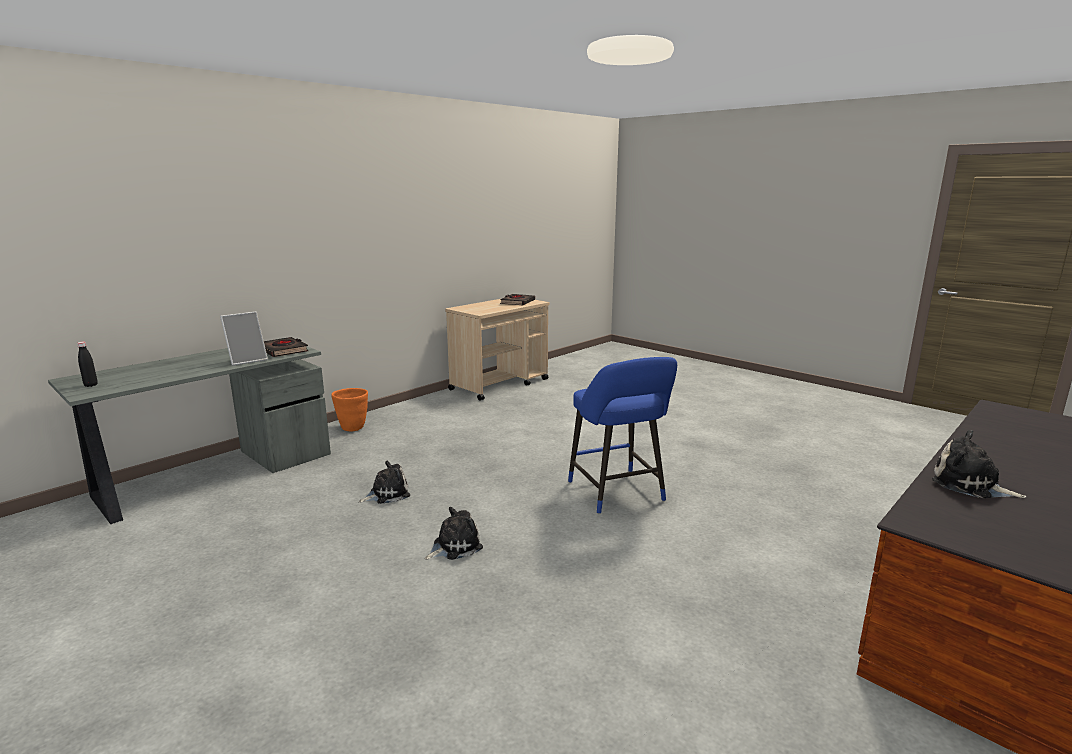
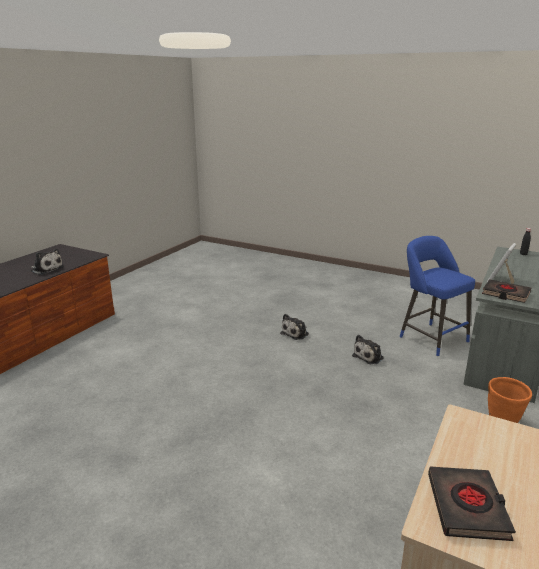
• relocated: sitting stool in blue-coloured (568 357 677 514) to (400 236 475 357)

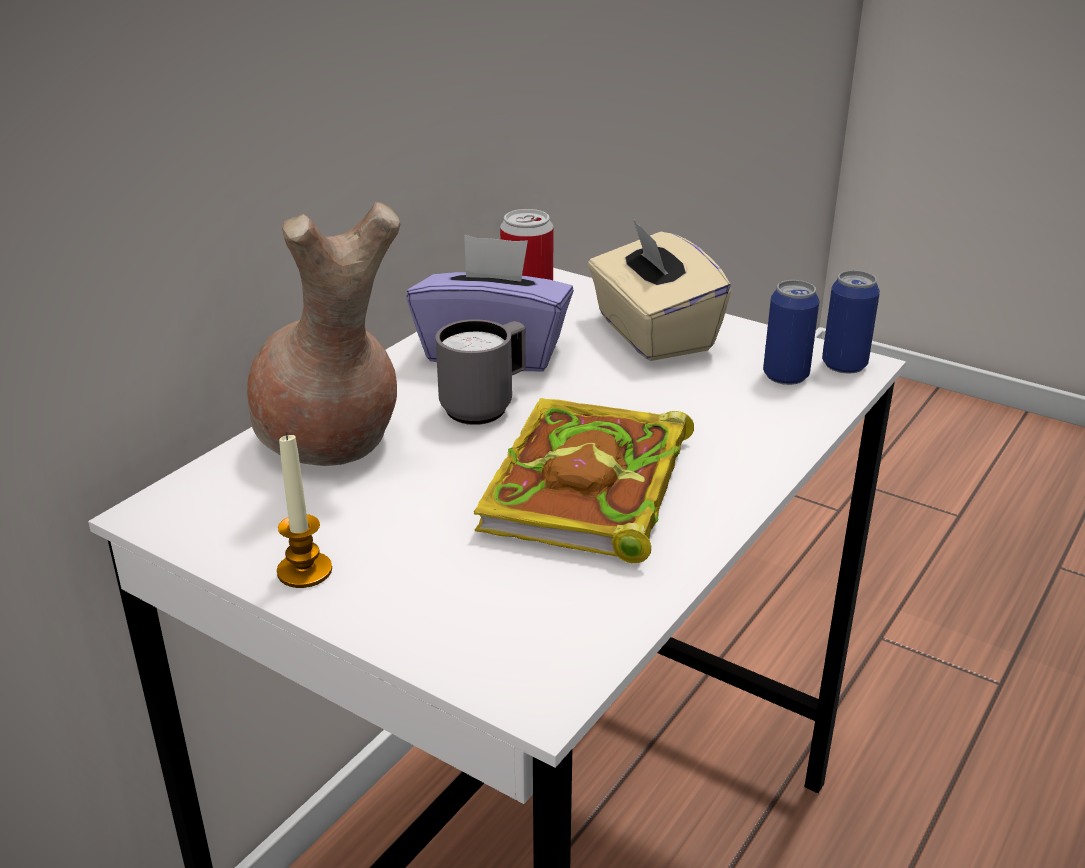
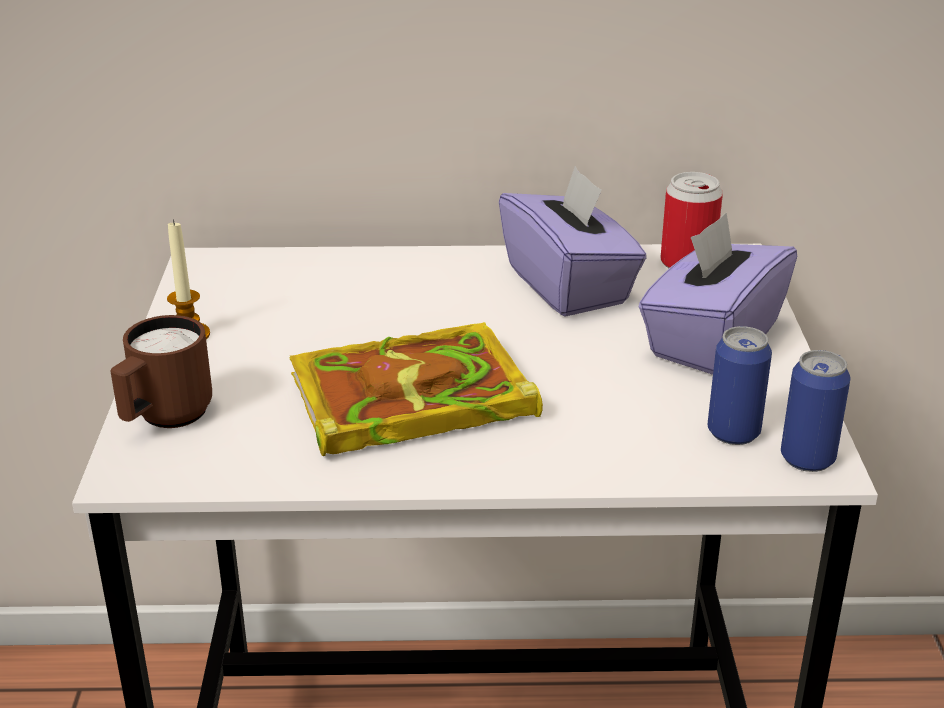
• missing: flower vase in brown (247 202 400 466)
• missing: mug in gray (436 319 526 425)
• appeared: mug in brown (110 315 212 428)
• colour: tissue holder in sand-coloured (588 219 732 361) to tissue holder in purplish (639 213 797 375)

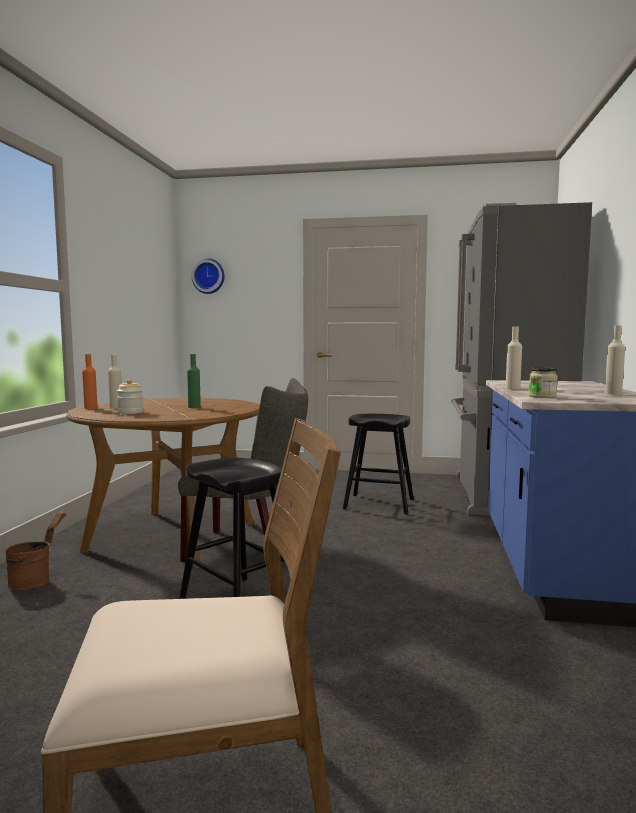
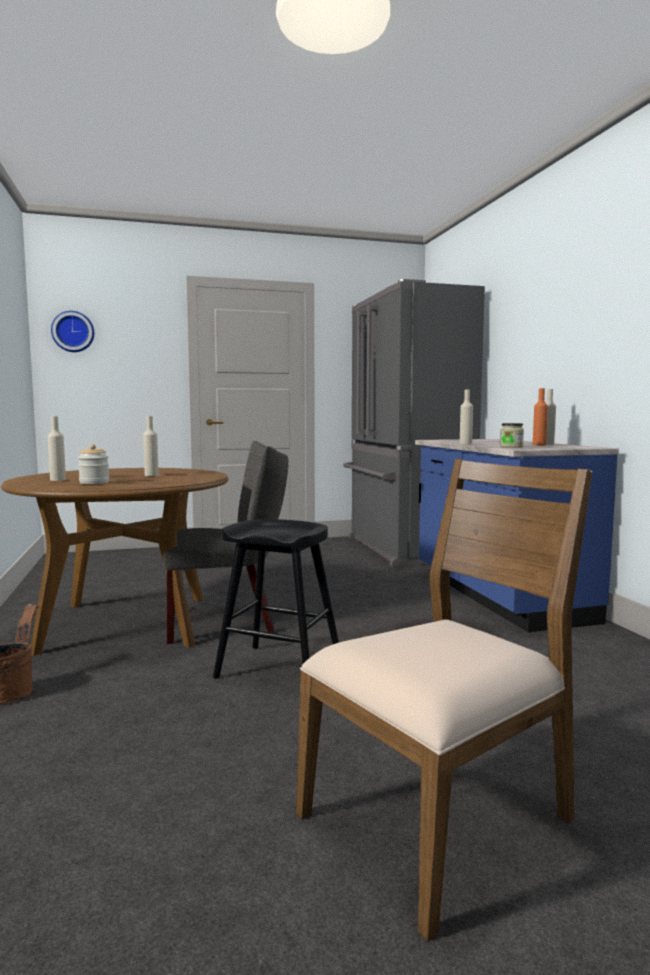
• missing: sitting stool in black (343 414 414 515)
• relocated: beverage bottle in orange-coloured (82 354 97 409) to (533 388 548 446)
• colour: beverage bottle in green (187 354 201 408) to beverage bottle in sand-coloured (143 416 159 476)

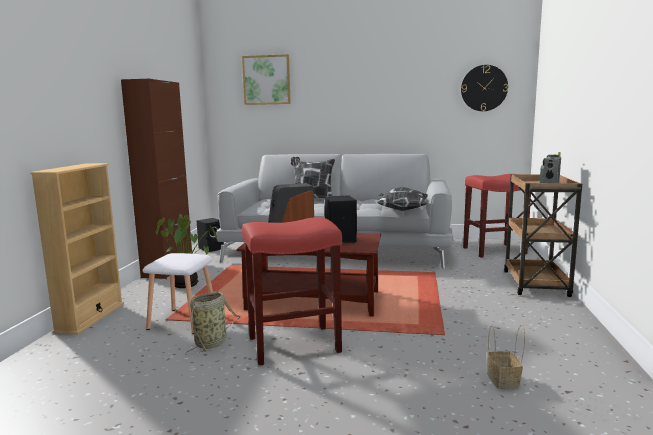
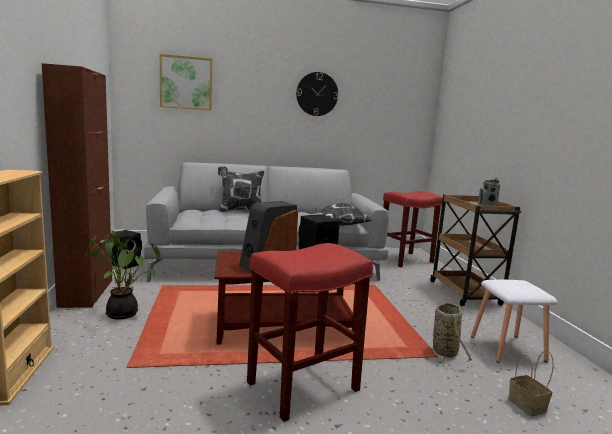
• relocated: sitting stool in white-coloured (143 253 213 334) to (471 280 558 363)
• relocated: basket (185 292 241 355) to (433 302 473 366)
• relocated: wall clock (461 65 508 111) to (296 72 338 116)

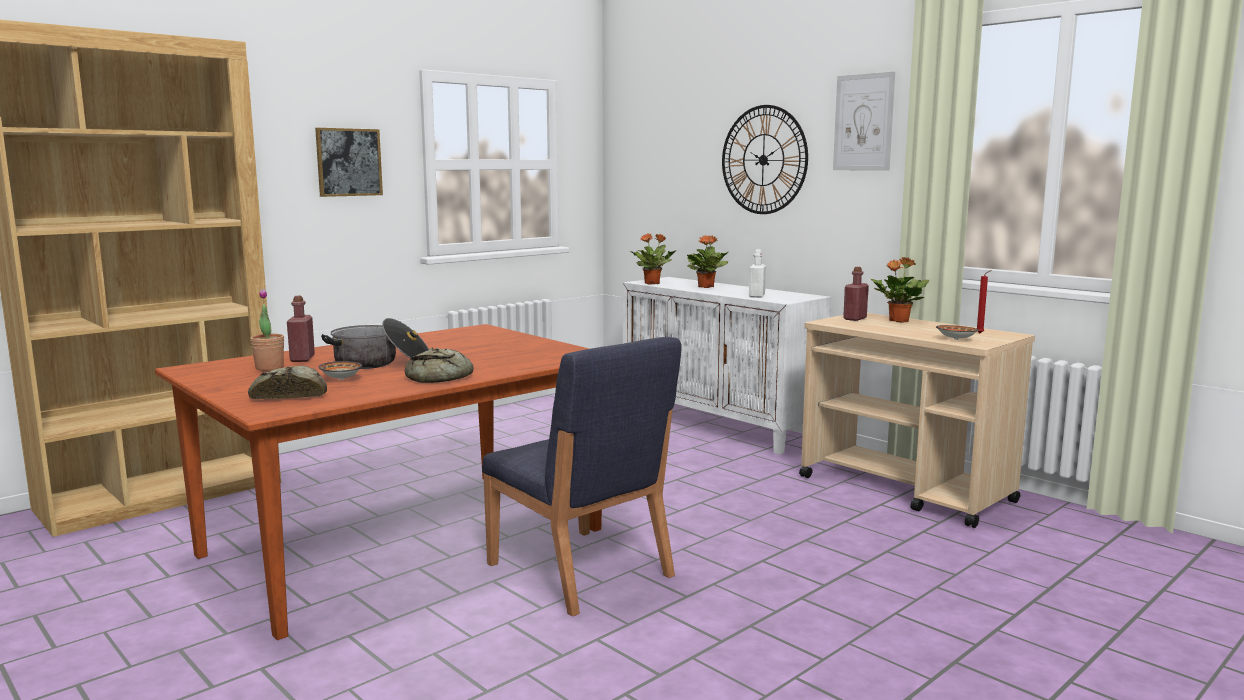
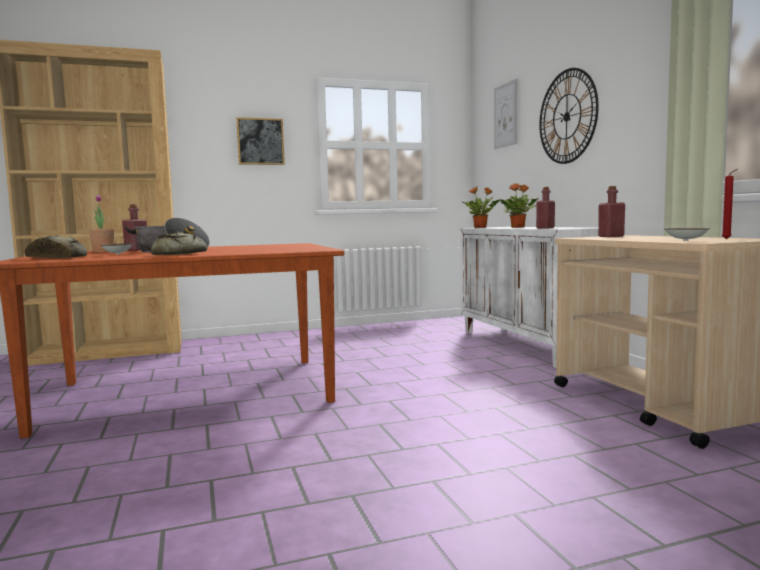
• missing: chair in blue-coloured (482 337 681 617)
• missing: houseplant (871 257 930 323)
• relocated: wall picture (833 72 895 171) to (494 79 517 149)
• colour: beverage bottle in white-coloured (749 249 766 298) to beverage bottle in red-coloured (536 187 555 229)

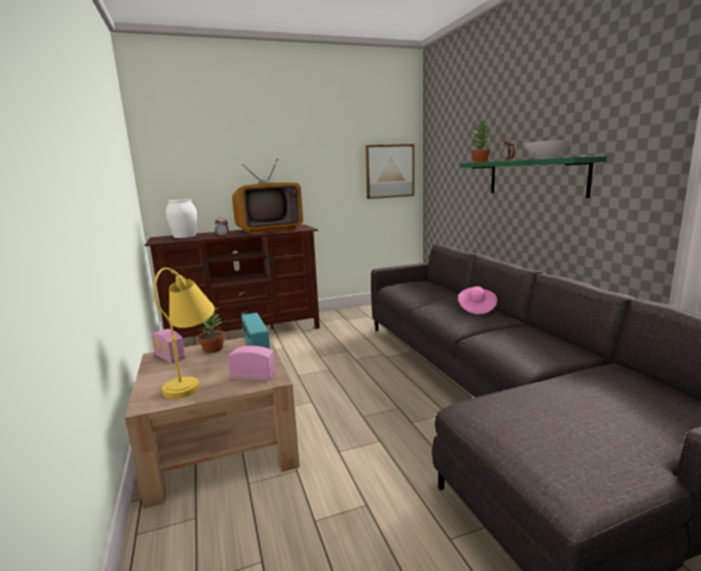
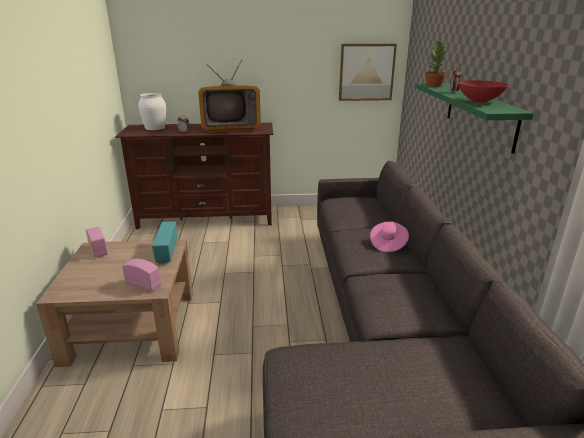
• missing: lamp for a table in yellow (154 268 214 399)
• missing: houseplant (198 301 225 353)
• colour: serving bowl in white-coloured (525 140 571 159) to serving bowl in red-coloured (458 80 508 103)

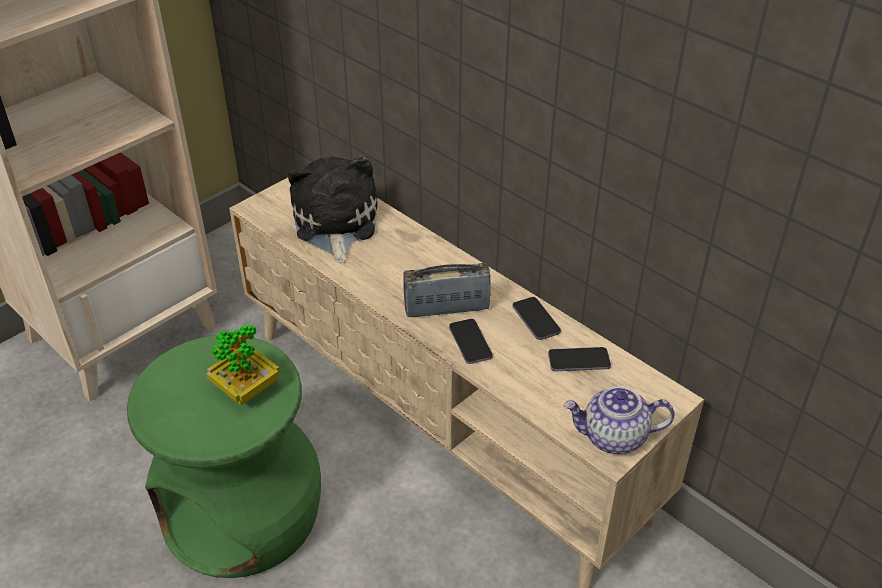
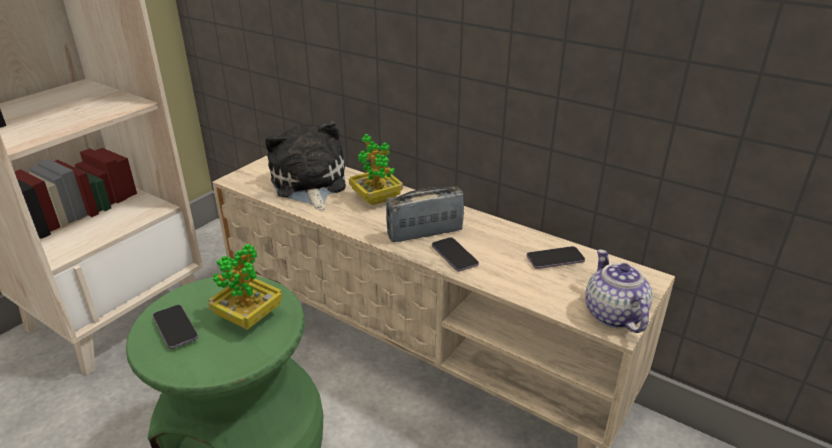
• appeared: houseplant (349 134 403 205)
• relocated: telephone (513 297 561 340) to (153 305 198 349)
• spun: pot for tea (564 386 674 454) = (585 249 653 333) 90 degrees clockwise

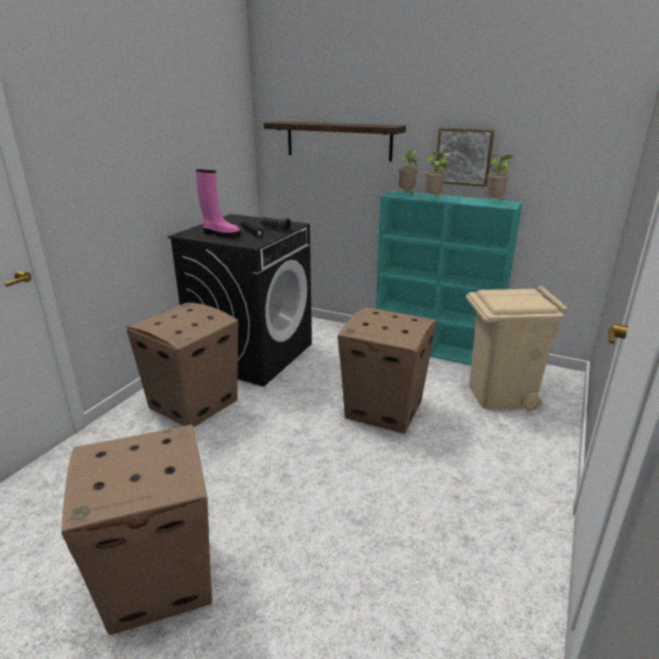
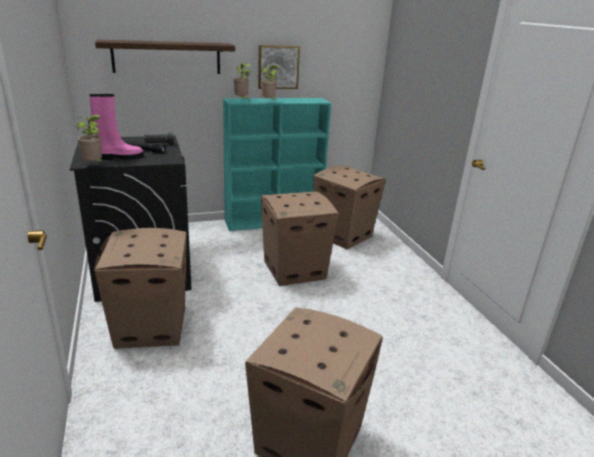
• relocated: houseplant (486 154 514 202) to (77 115 103 161)
• exchanged: trash can in sand-coloured (466 286 568 411) to carton (313 166 386 249)

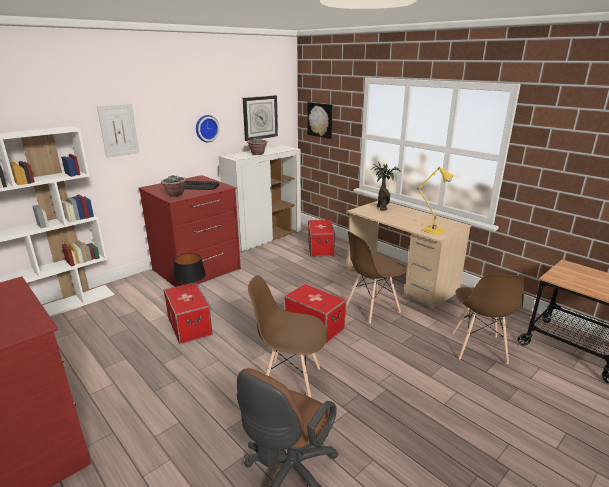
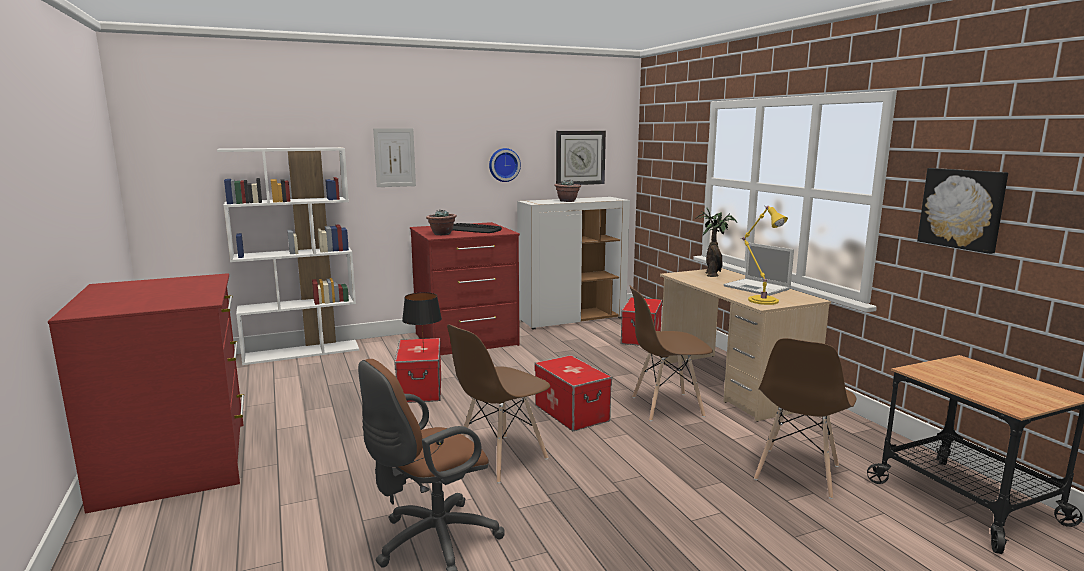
• appeared: laptop (723 242 794 296)
• relocated: wall picture (307 102 332 139) to (917 168 1008 254)
• spun: chair in brown (248 275 327 398) = (447 324 550 483) 75 degrees counterclockwise

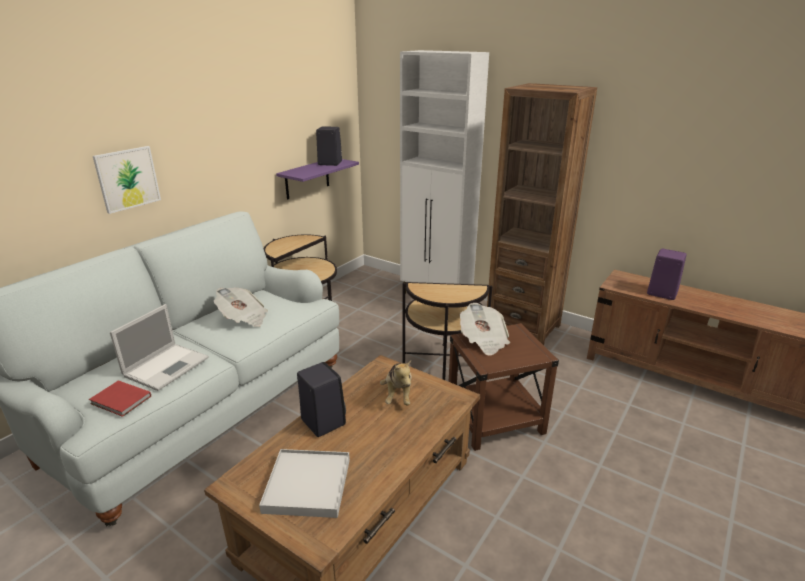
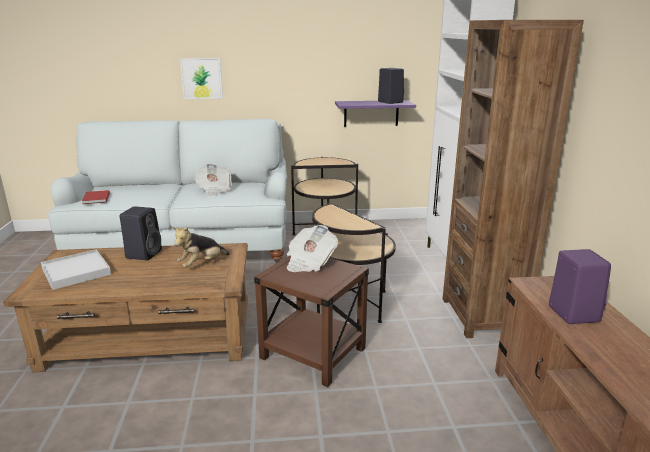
• missing: laptop (110 304 209 391)

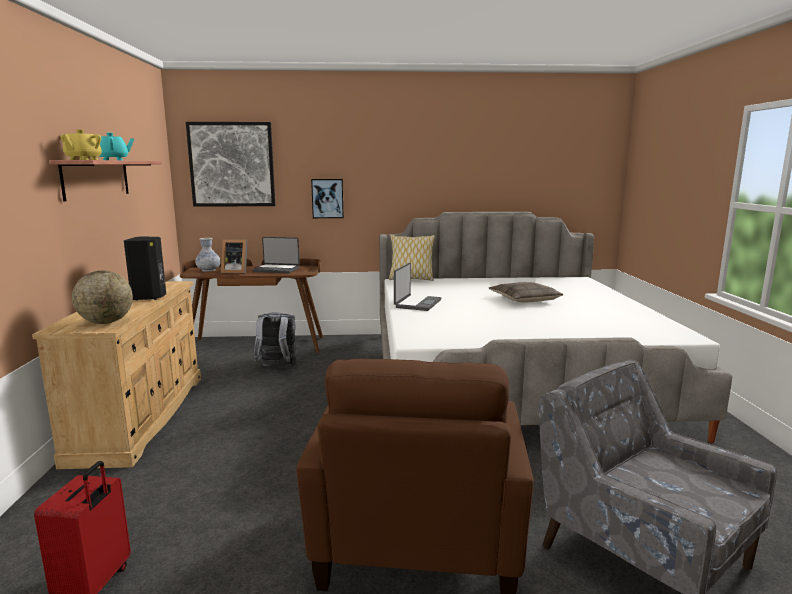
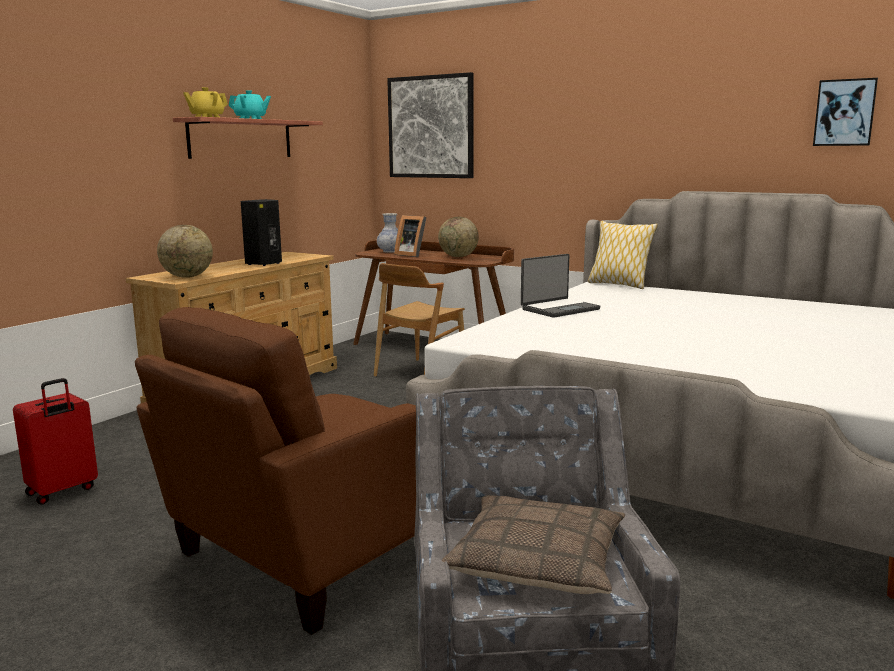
• relocated: wall picture (311 179 344 218) to (813 78 878 146)
• relocated: throw pillow (489 282 564 303) to (442 495 625 594)
• exchanged: laptop (252 237 300 273) to world globe (438 217 479 257)
• exchanged: knapsack in gray (253 312 297 368) to chair in brown (374 263 465 377)

